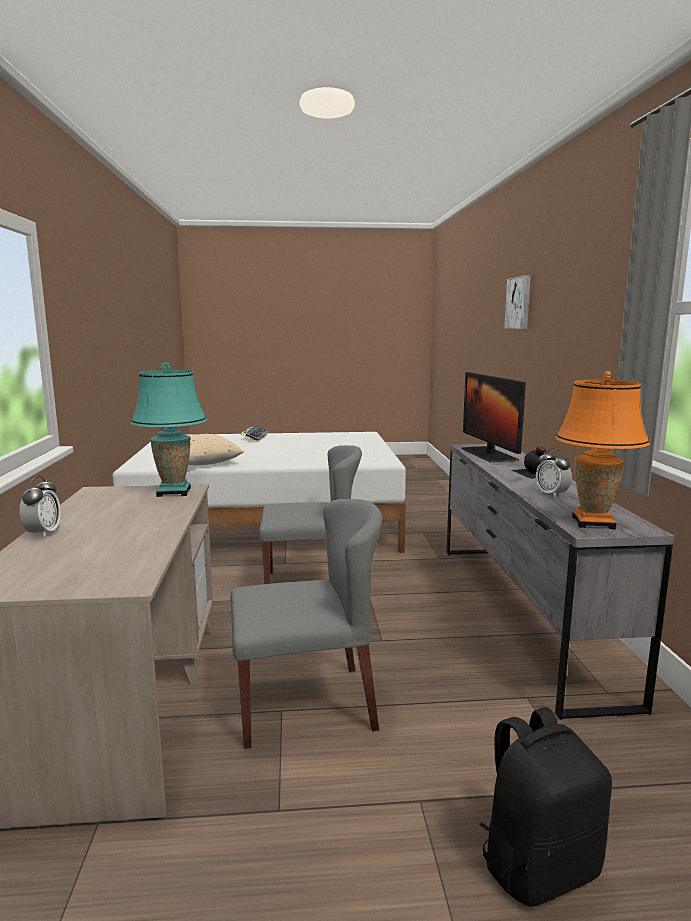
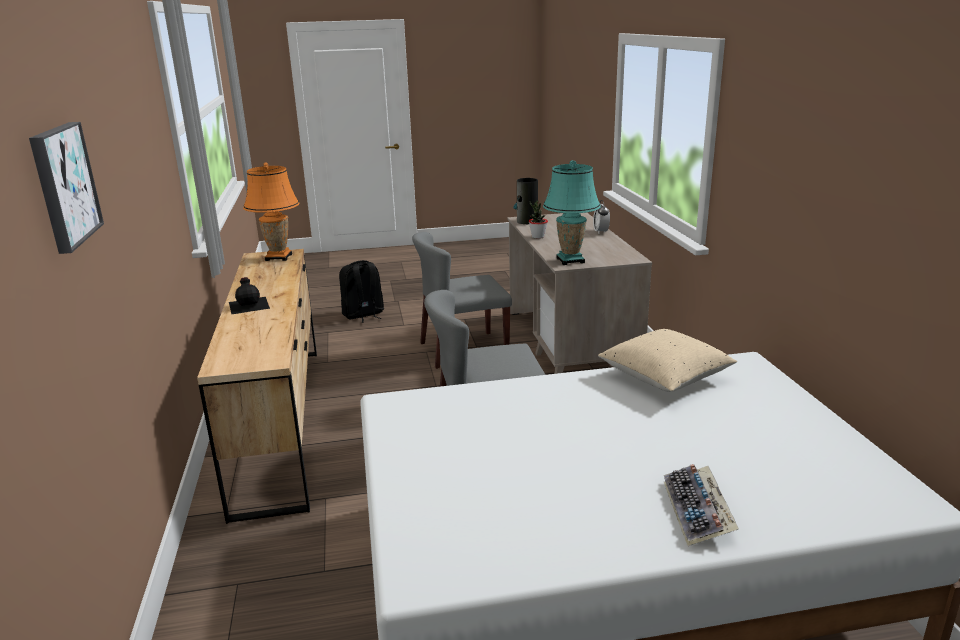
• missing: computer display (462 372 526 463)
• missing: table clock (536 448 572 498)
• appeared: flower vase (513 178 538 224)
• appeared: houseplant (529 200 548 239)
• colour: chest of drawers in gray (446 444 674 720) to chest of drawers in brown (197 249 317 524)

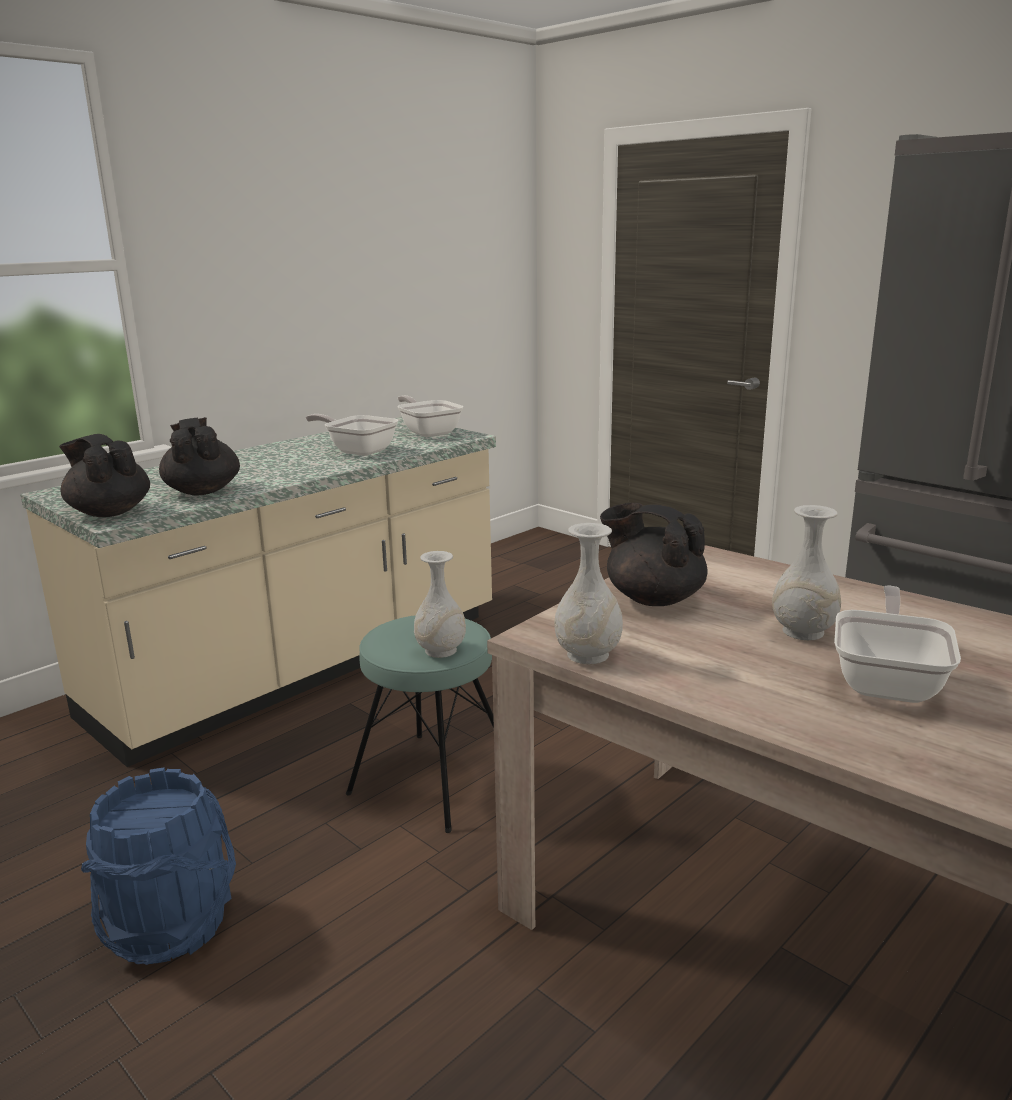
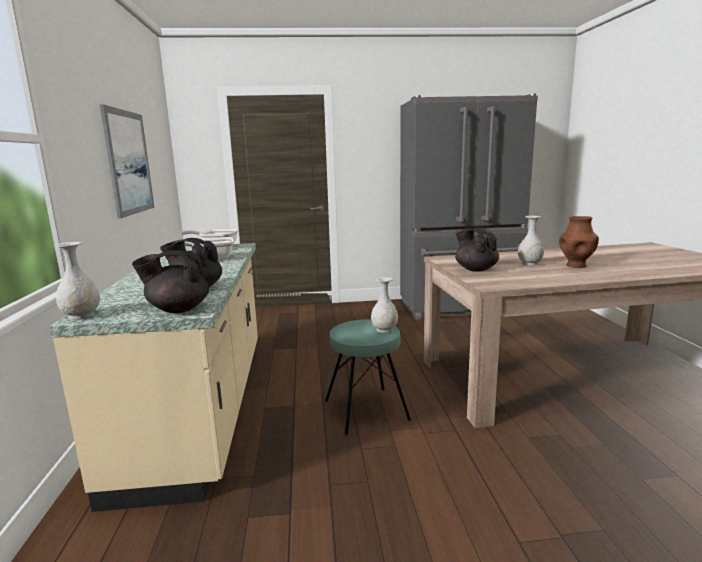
• missing: water bucket in blue-coloured (81 767 236 965)
• appeared: wall picture (100 104 154 219)
• relocated: flower vase in white-coloured (554 523 623 664) to (54 242 100 320)
• exchanged: pan (834 585 961 703) to flower vase in brown (559 216 599 268)
• spun: pot for tea in black (600 503 708 606) = (455 229 499 272) 75 degrees clockwise

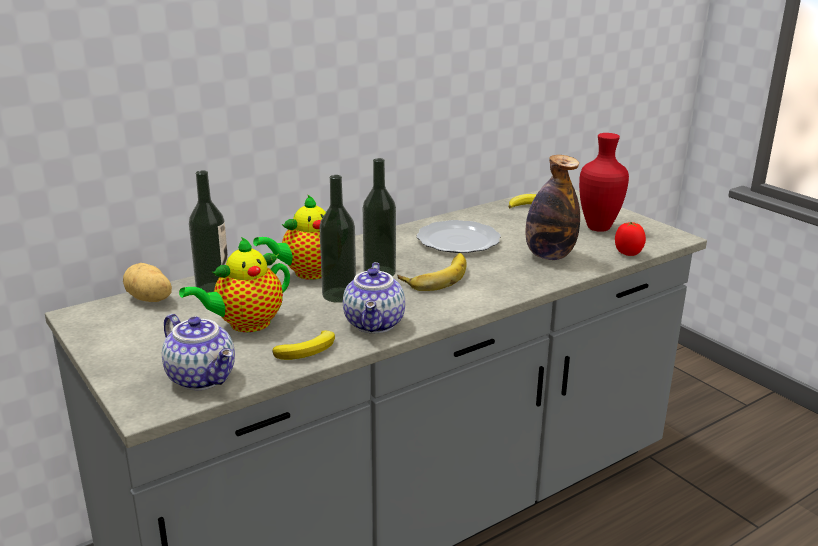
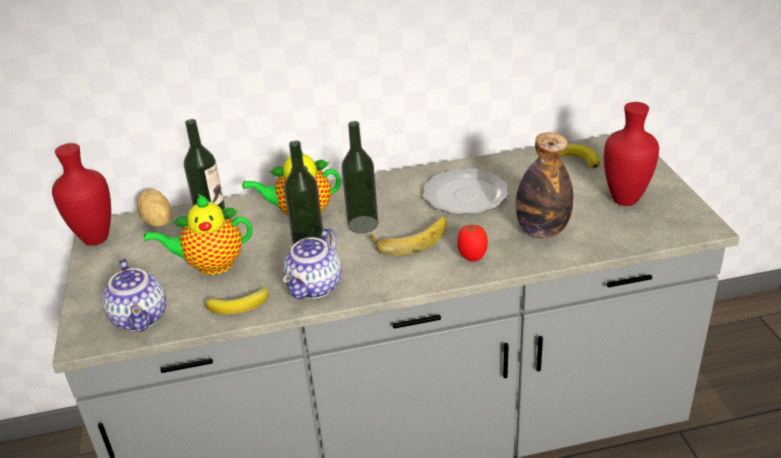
• appeared: flower vase in red-coloured (52 143 111 246)
• relocated: tomato (615 222 646 256) to (457 225 488 262)

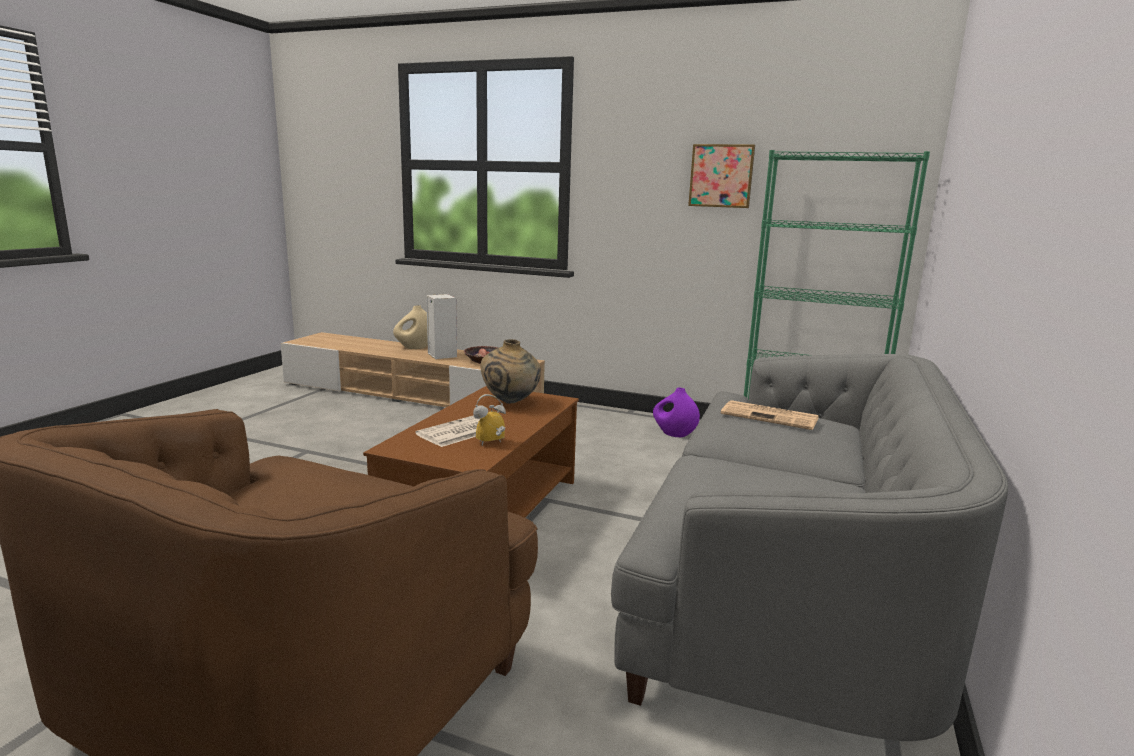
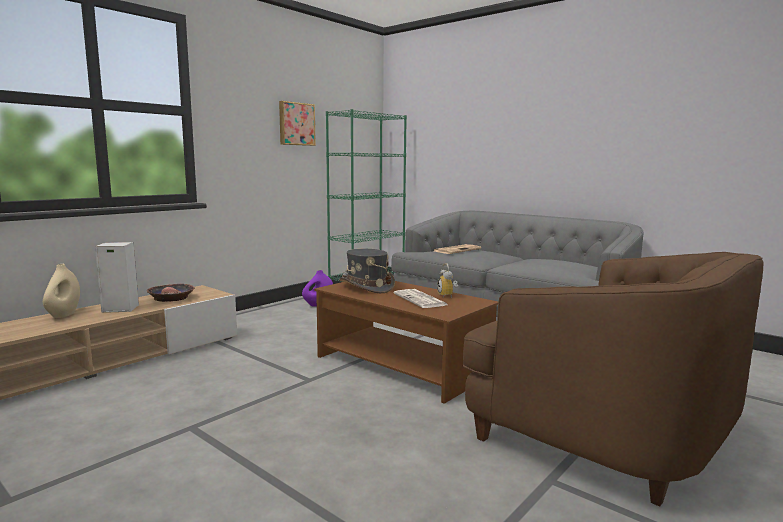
• exchanged: flower vase in sand-coloured (481 339 541 404) to wearable hat in gray (339 249 395 293)

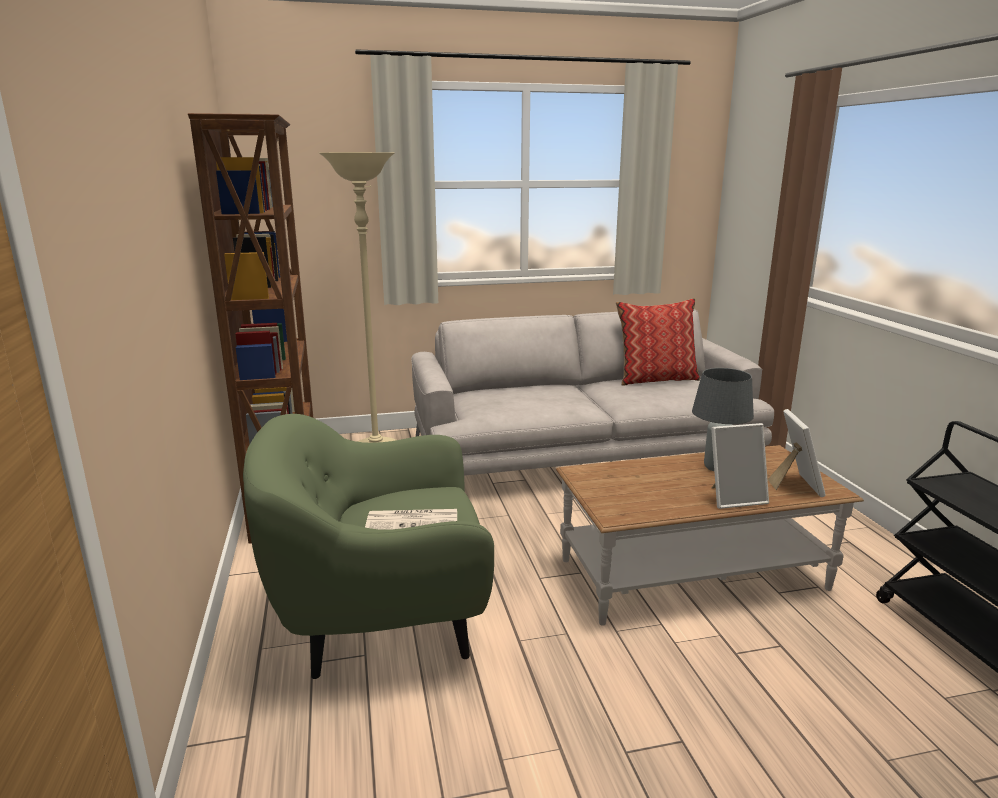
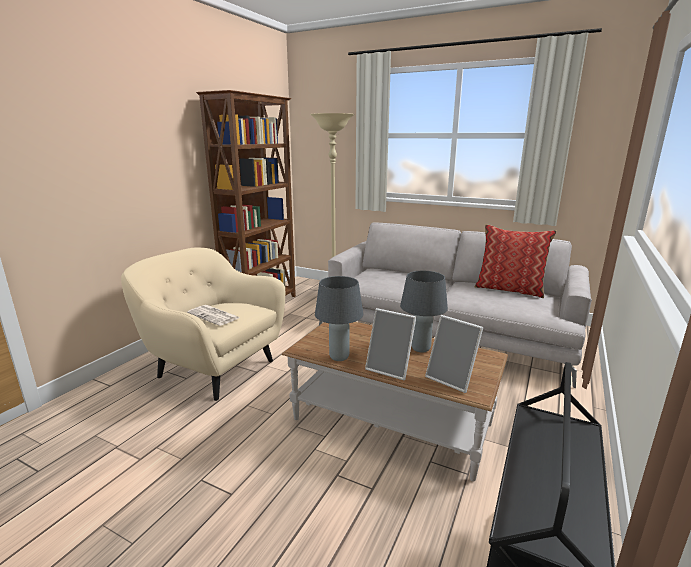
• appeared: lamp for a table in gray (315 276 363 361)
• colour: easy chair in green (243 414 494 679) to easy chair in sand-coloured (121 248 285 401)
• spun: photo frame (768 409 826 497) = (425 315 483 393) 90 degrees clockwise

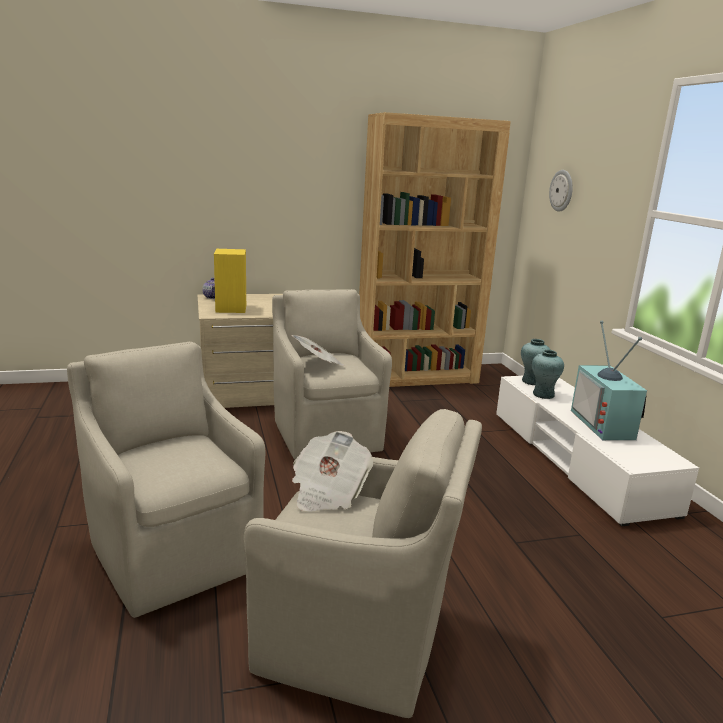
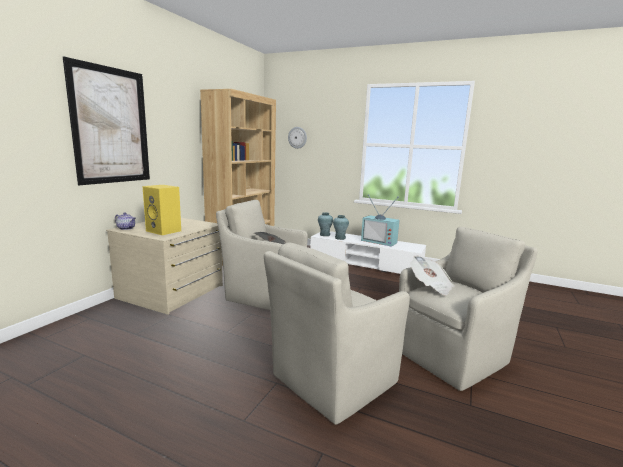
• appeared: wall picture (62 56 150 185)
• spun: easy chair in sand-coloured (67 342 265 618) = (264 242 410 425) 45 degrees counterclockwise

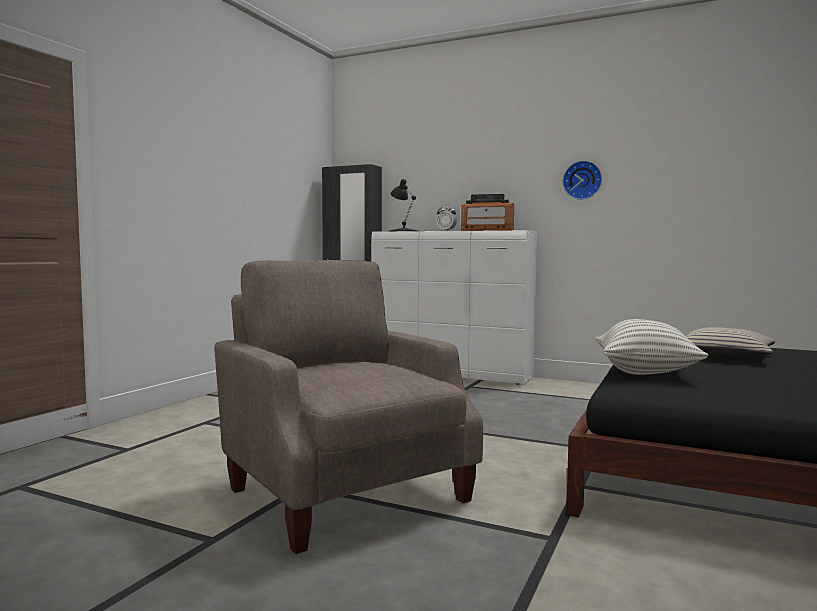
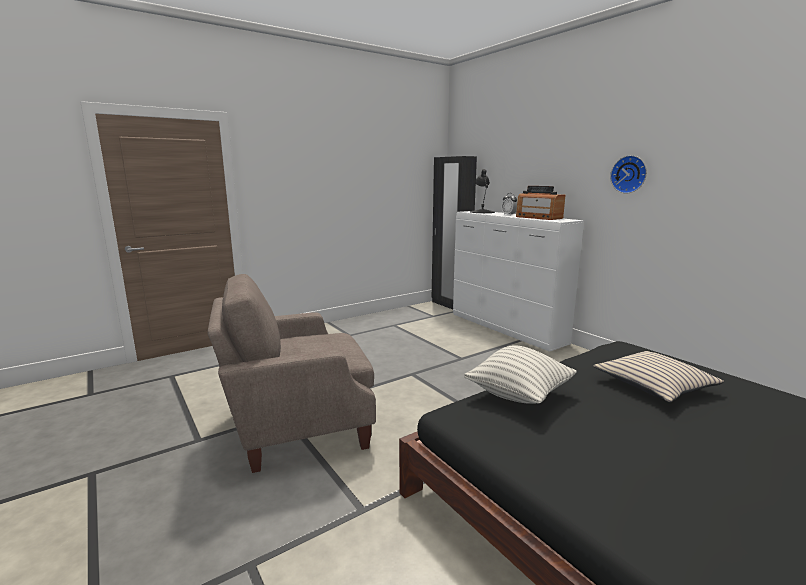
• spun: easy chair in sand-coloured (215 260 483 554) = (208 274 376 473) 105 degrees counterclockwise

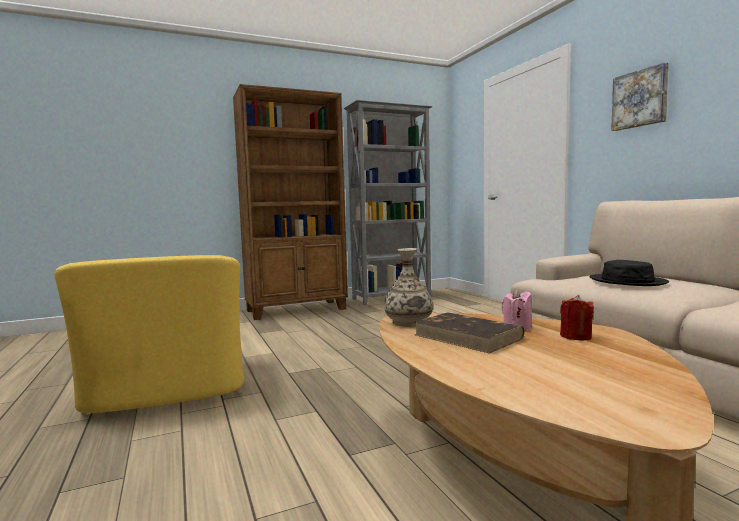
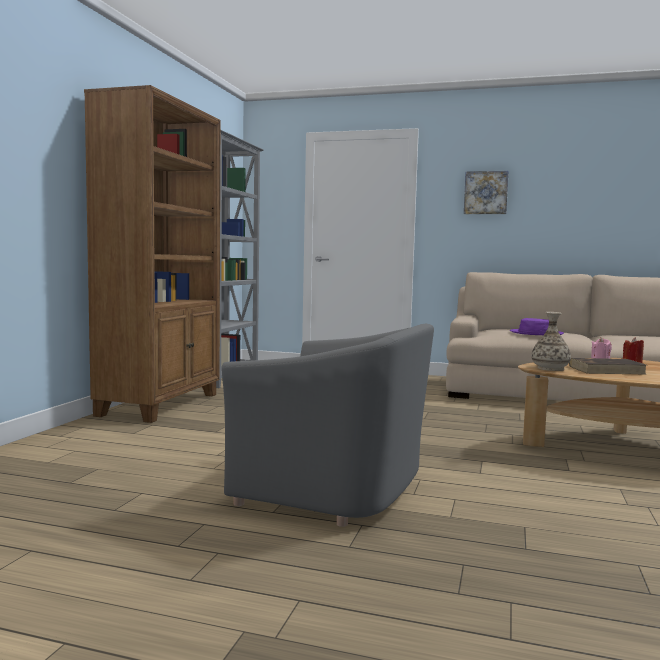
• colour: easy chair in yellow (54 255 244 415) to easy chair in gray (221 324 434 527)
• colour: wearable hat in black (589 260 669 286) to wearable hat in purplish (510 318 564 335)

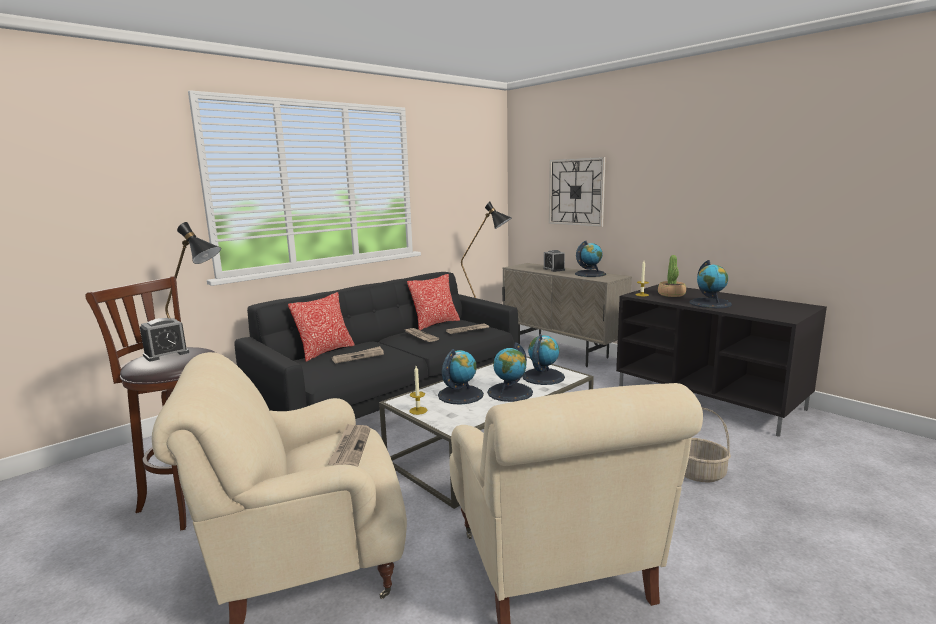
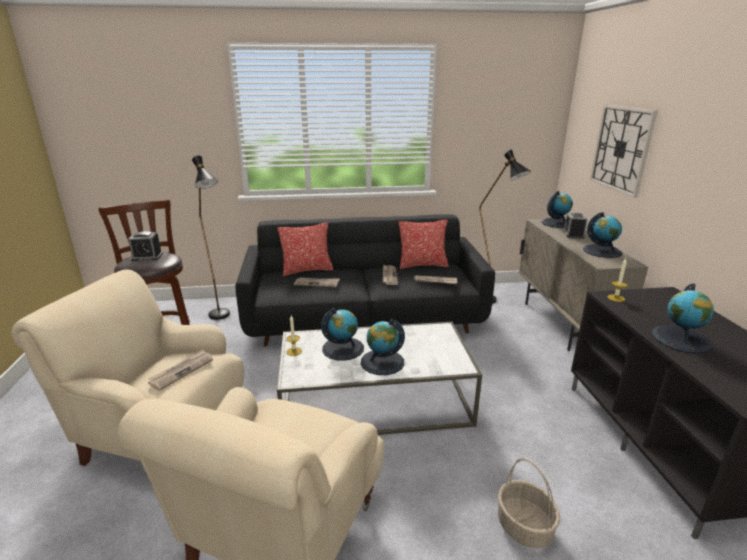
• missing: houseplant (658 255 686 297)
• relocated: world globe (522 334 565 385) to (542 191 573 228)

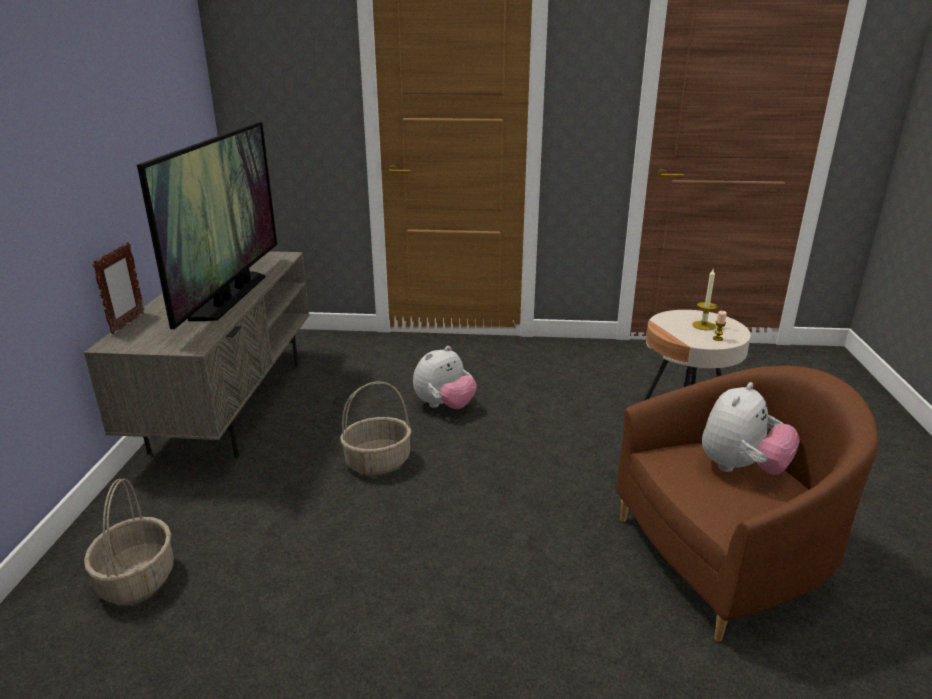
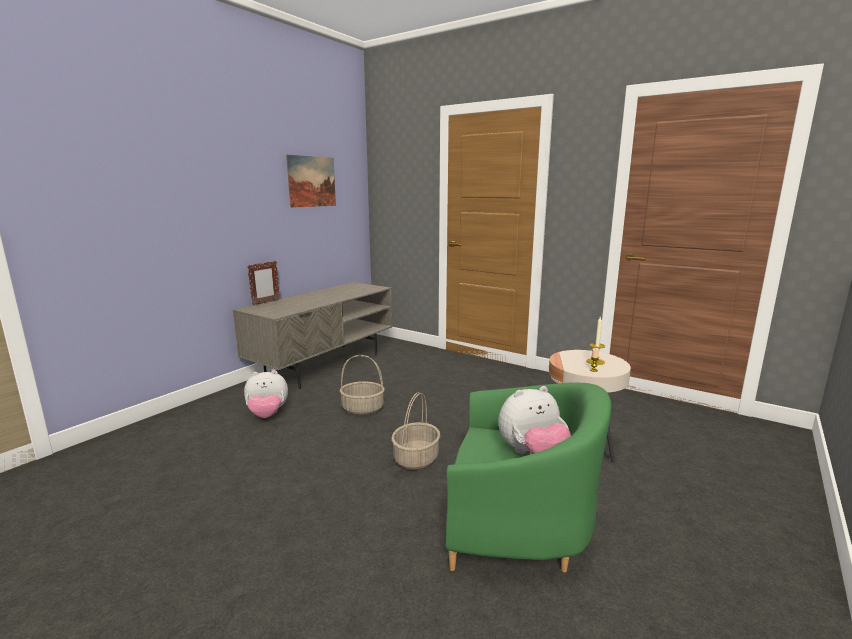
• missing: TV (137 122 277 329)
• appeared: wall picture (286 155 336 208)
• relocated: basket (84 479 174 604) to (391 392 440 470)
• relocated: cuddly toy (413 346 477 409) to (244 370 288 418)
• colour: easy chair in brown (616 366 878 642) to easy chair in green (446 383 611 572)

